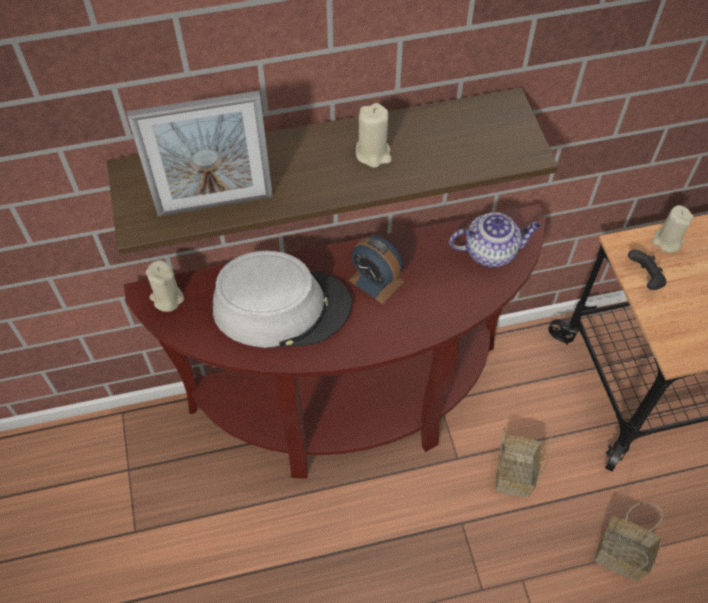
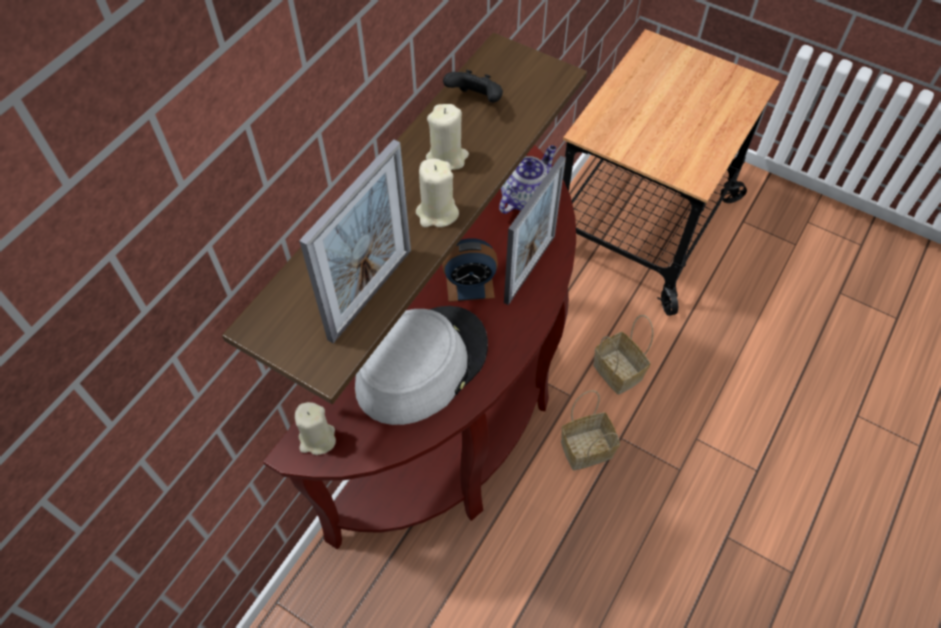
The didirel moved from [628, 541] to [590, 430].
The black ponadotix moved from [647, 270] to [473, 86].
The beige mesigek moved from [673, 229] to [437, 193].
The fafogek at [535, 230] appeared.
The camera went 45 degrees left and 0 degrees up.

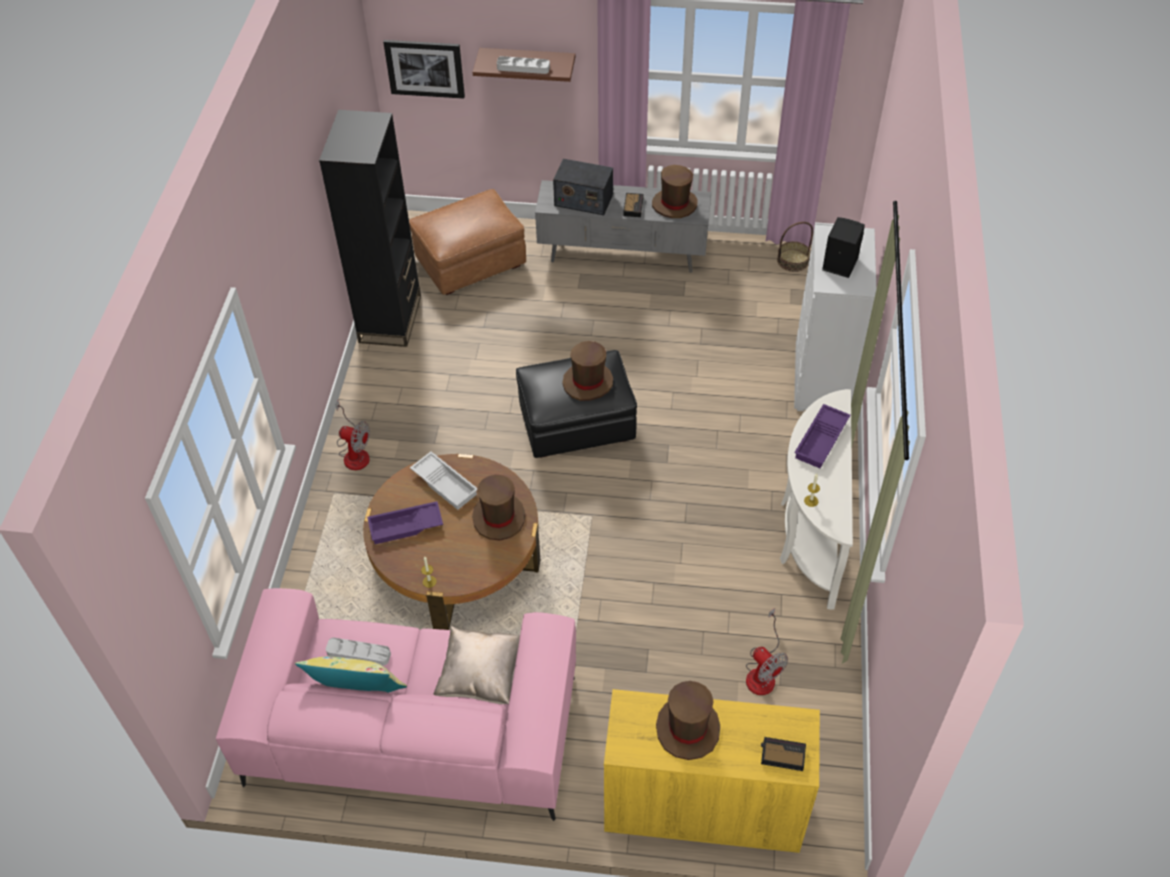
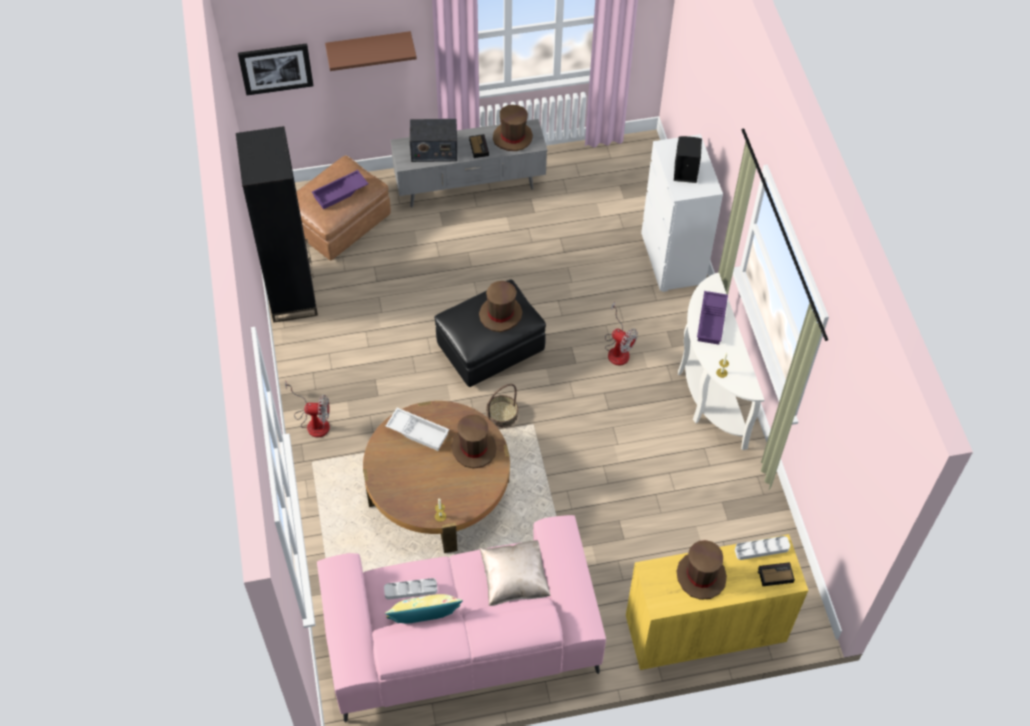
The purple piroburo moved from [405, 522] to [340, 189].
The grey piroburo moved from [523, 65] to [762, 548].
The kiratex moved from [767, 651] to [621, 334].
The didirel moved from [795, 247] to [502, 406].
The camera went 20 degrees left and 5 degrees up.

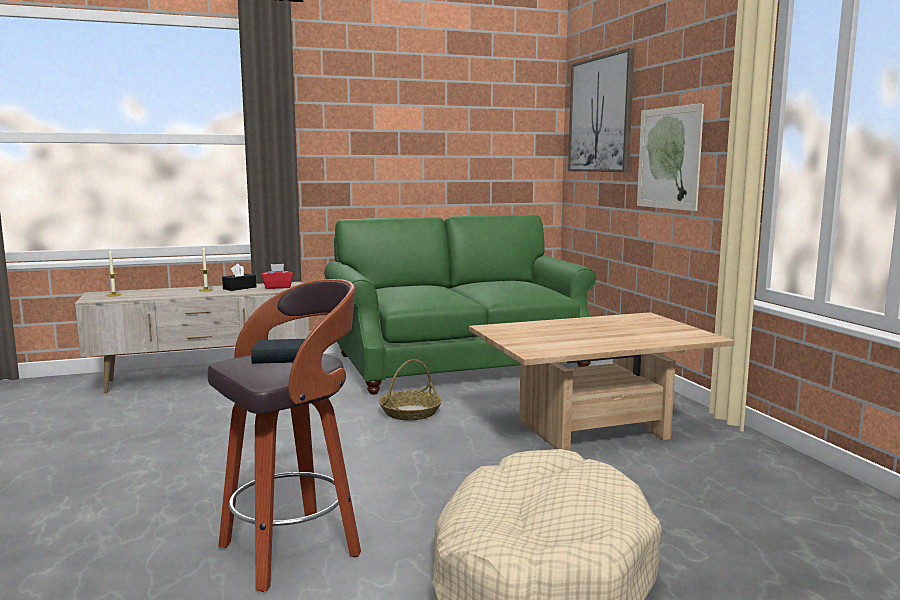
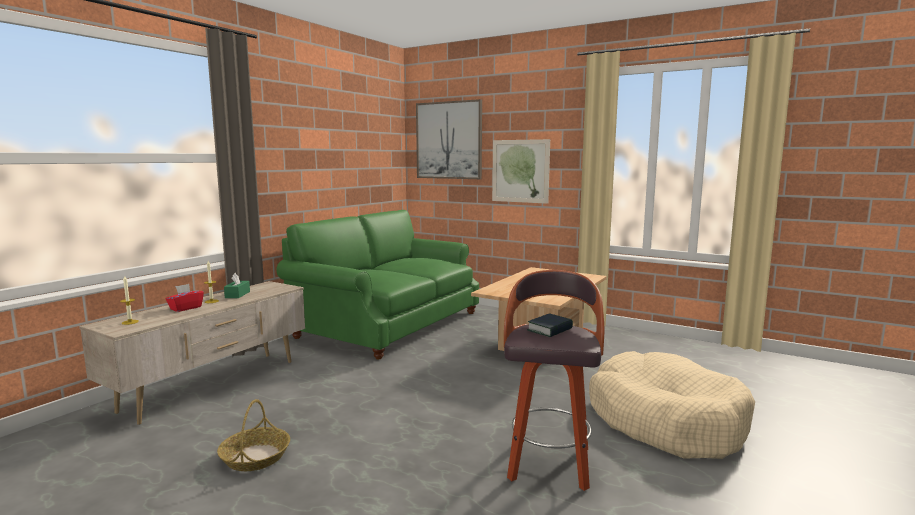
The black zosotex at [239, 277] became the green zosotex at [237, 285].
The red zosotex moved from [277, 276] to [185, 298].
The didirel moved from [410, 389] to [253, 435].
The camera went 40 degrees left and 0 degrees up.

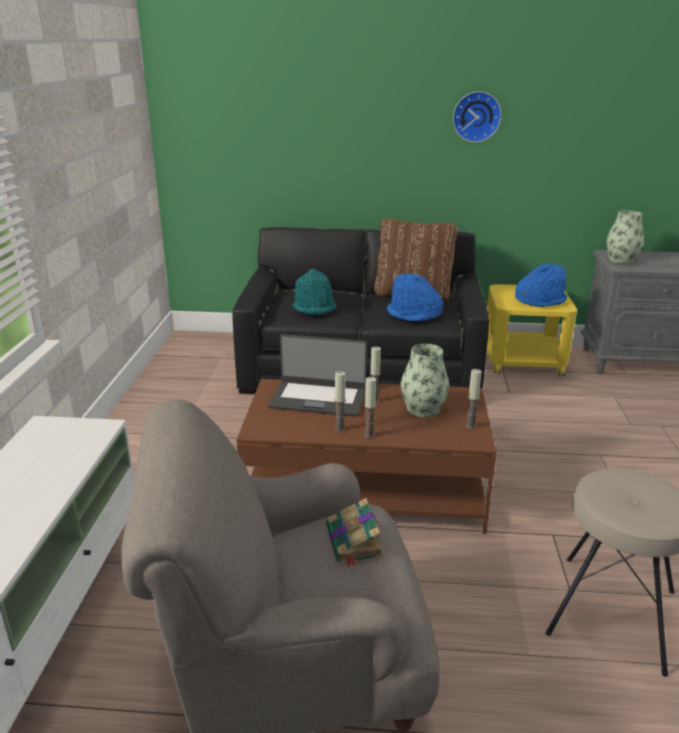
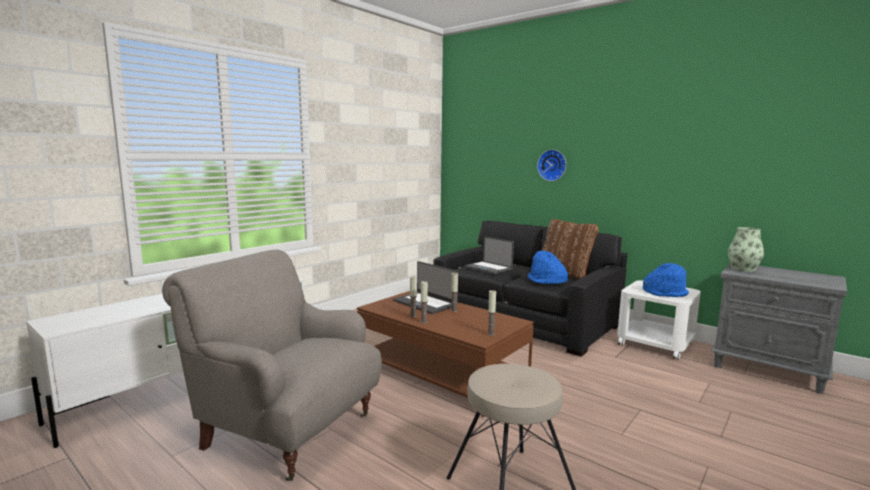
The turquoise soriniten at [314, 291] was replaced by the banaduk at [489, 255].
The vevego at [355, 532] disappeared.
The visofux at [425, 380] disappeared.
The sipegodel moved from [477, 116] to [551, 165].
The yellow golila at [532, 330] became the white golila at [659, 320].
The camera went 35 degrees right and 15 degrees down.

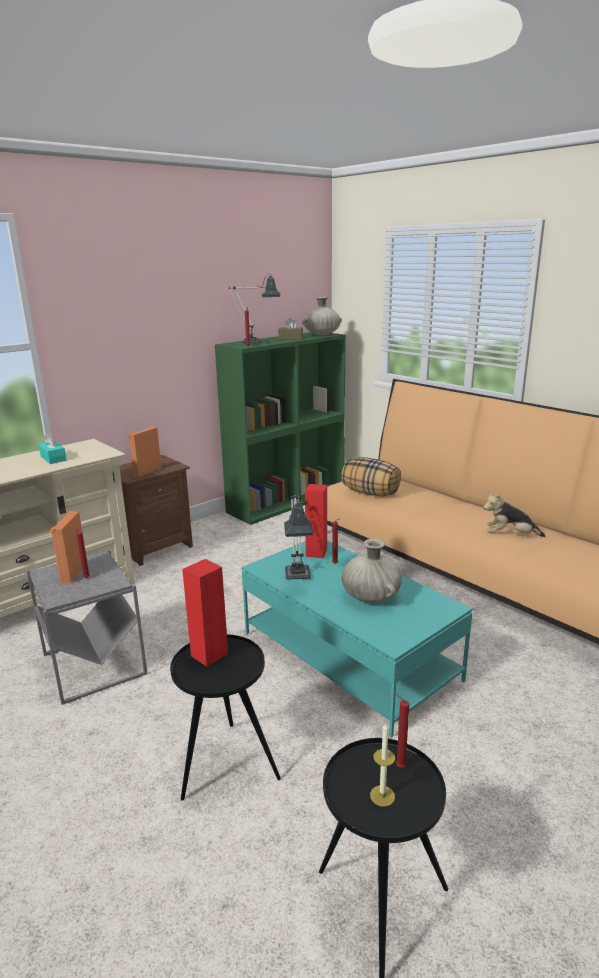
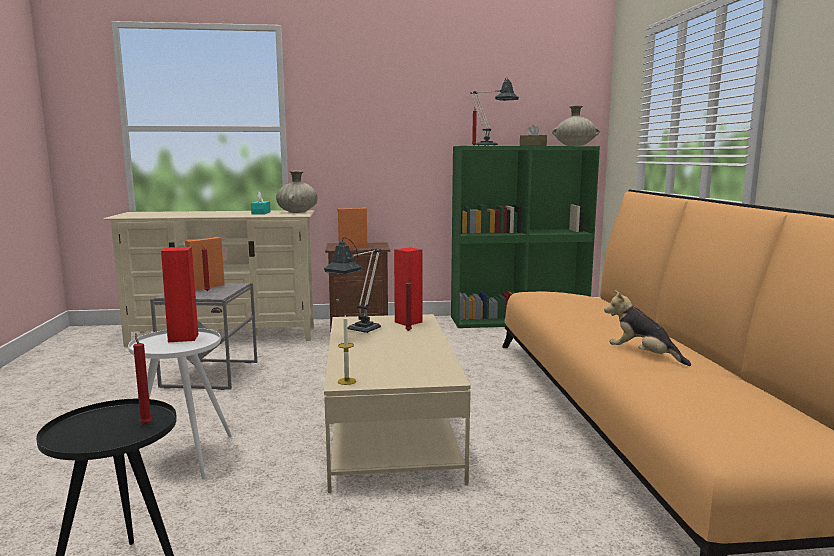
The black golila at [225, 717] became the white golila at [180, 403].
The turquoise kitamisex at [357, 639] became the beige kitamisex at [397, 403].
The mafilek at [371, 476] disappeared.
The beige visofux moved from [372, 571] to [297, 192].
The mesigek moved from [382, 765] to [347, 350].
The camera went 35 degrees right and 10 degrees down.

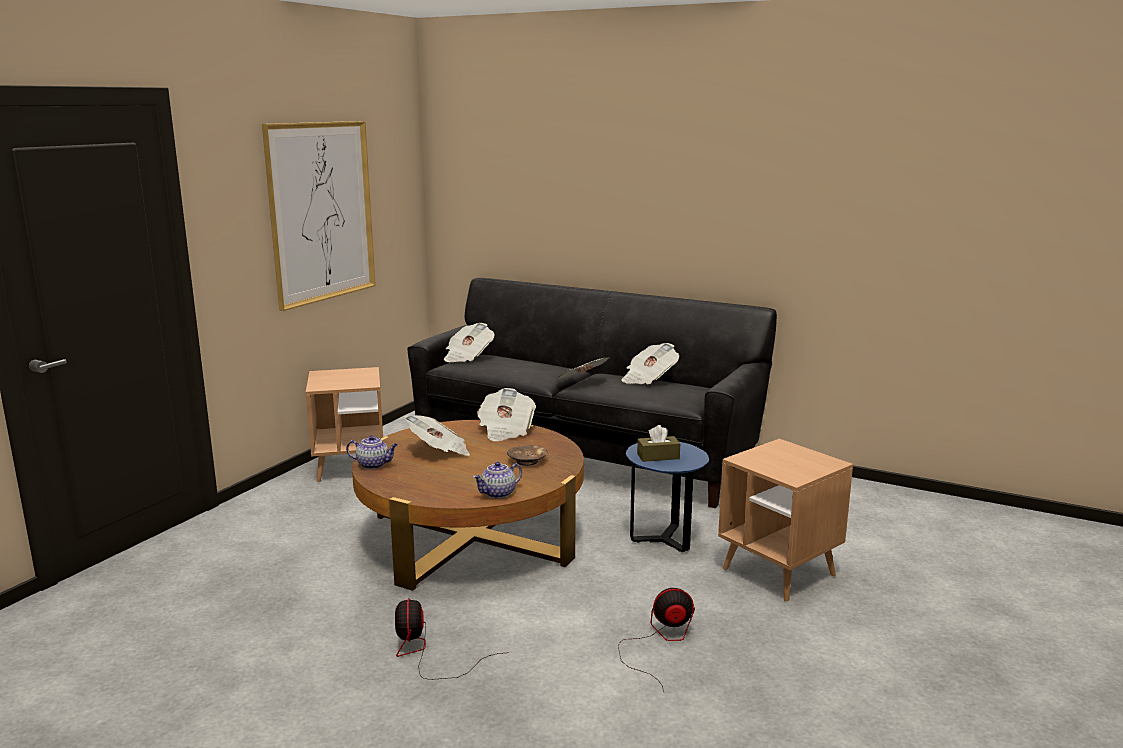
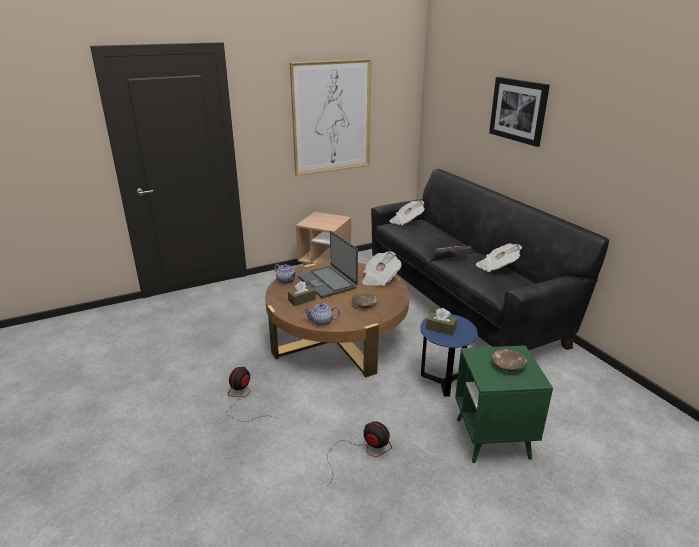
The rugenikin at [437, 435] was replaced by the banaduk at [328, 264].
The brown golila at [785, 520] became the green golila at [504, 404].
The brown zosotex at [302, 293] appeared.
The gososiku at [519, 112] appeared.
The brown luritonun at [509, 360] appeared.
The camera went 35 degrees right and 10 degrees up.

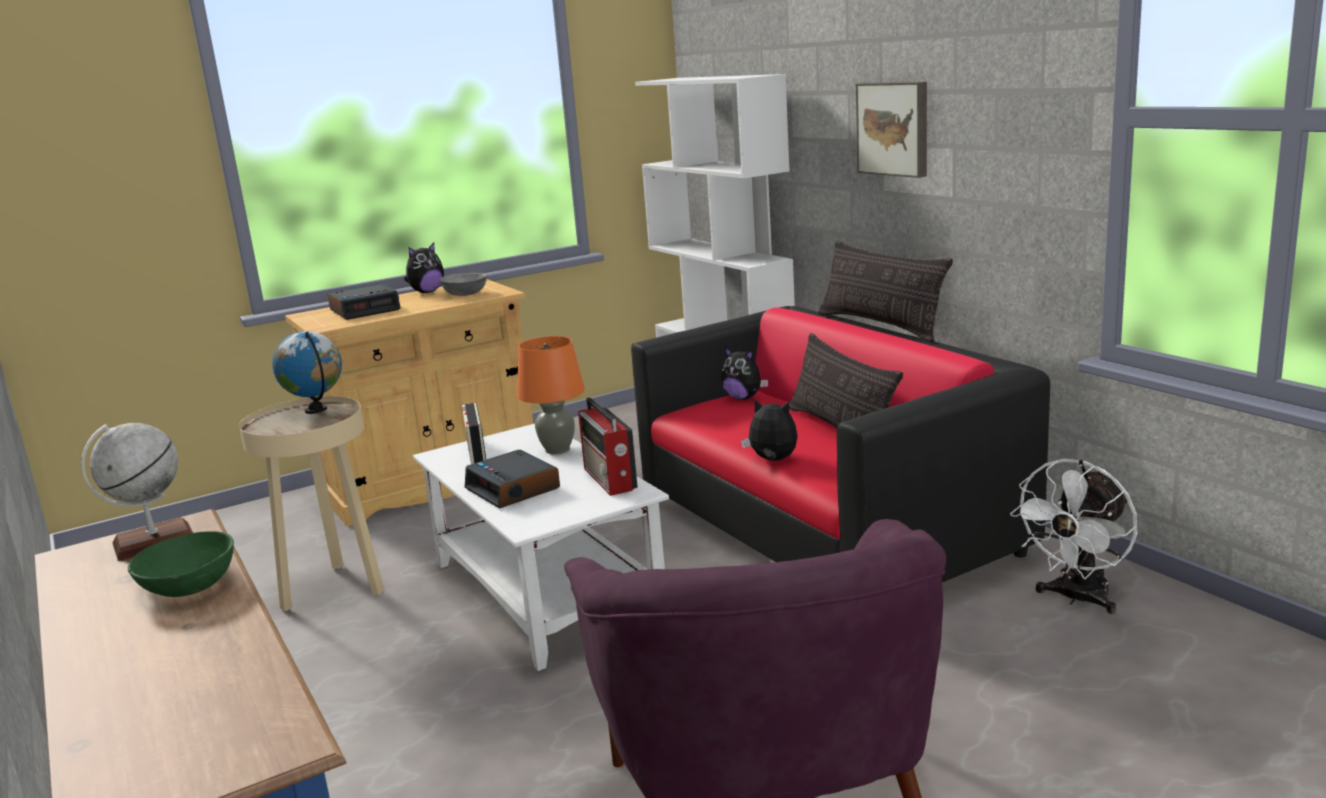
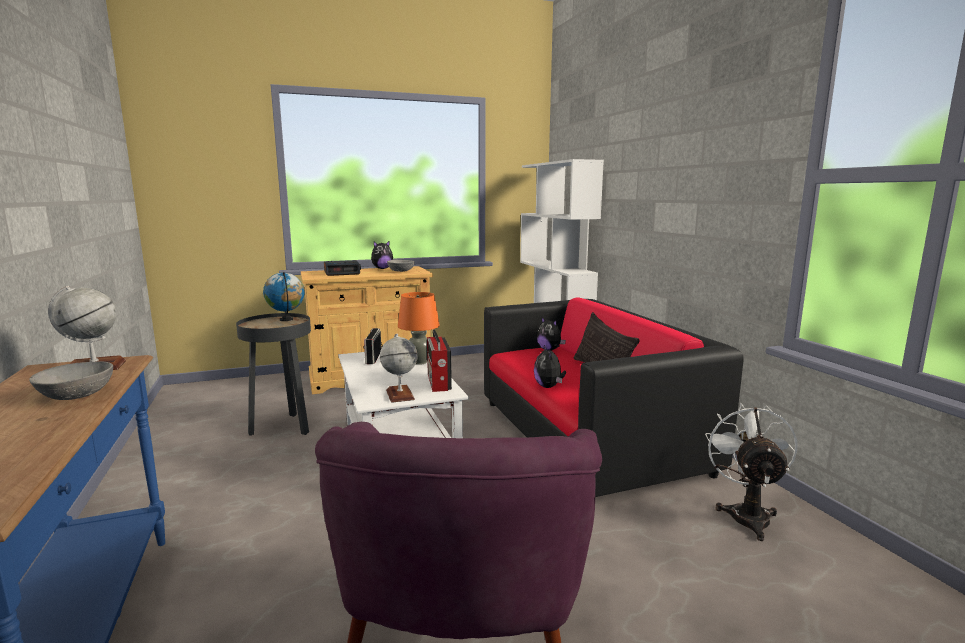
The green luritonun at [181, 564] became the grey luritonun at [71, 380].
The beige golila at [311, 503] became the black golila at [273, 374].
The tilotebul at [512, 479] disappeared.
The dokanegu at [769, 430] turned 135 degrees counterclockwise.
The mafilek at [885, 291] disappeared.
The gososiku at [891, 130] disappeared.
The white kiratex at [1073, 536] turned 135 degrees clockwise.
The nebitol at [399, 368] appeared.
The camera went 10 degrees right and 5 degrees down.

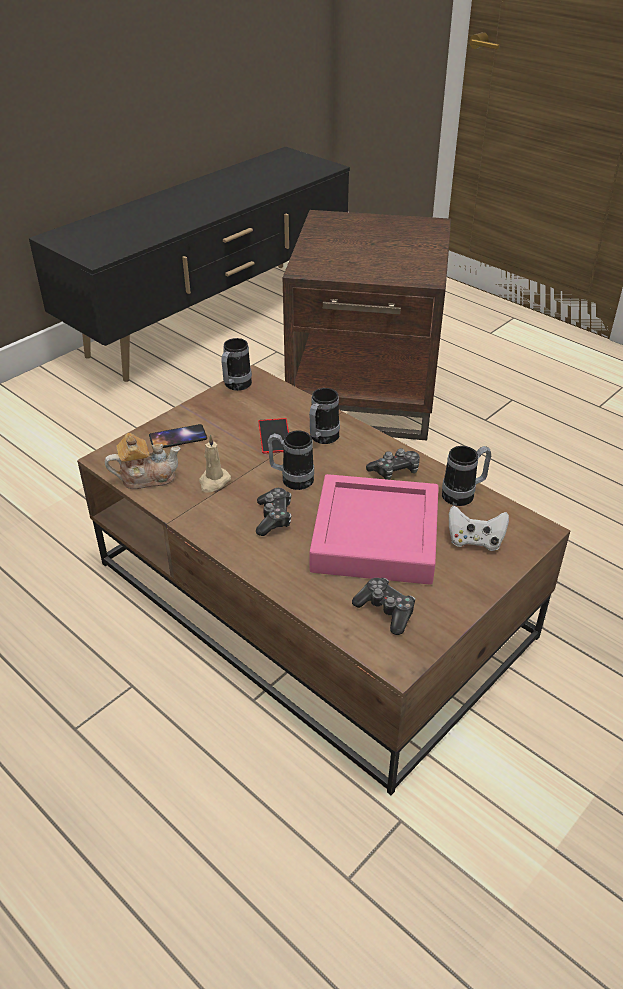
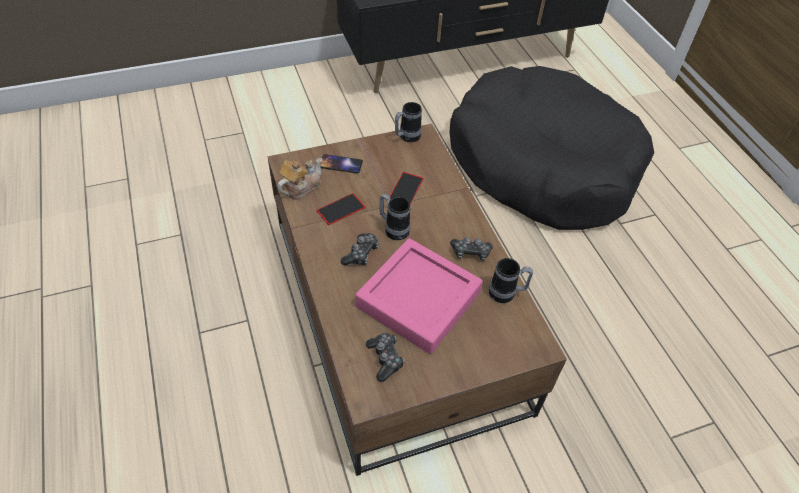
The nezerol at [143, 461] turned 60 degrees counterclockwise.
The beige mesigek at [215, 464] was replaced by the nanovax at [341, 209].
The brown golila at [367, 325] was replaced by the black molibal at [551, 148].
The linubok at [324, 416] disappeared.
The white ponadotix at [479, 528] disappeared.
The camera went 25 degrees right and 10 degrees up.

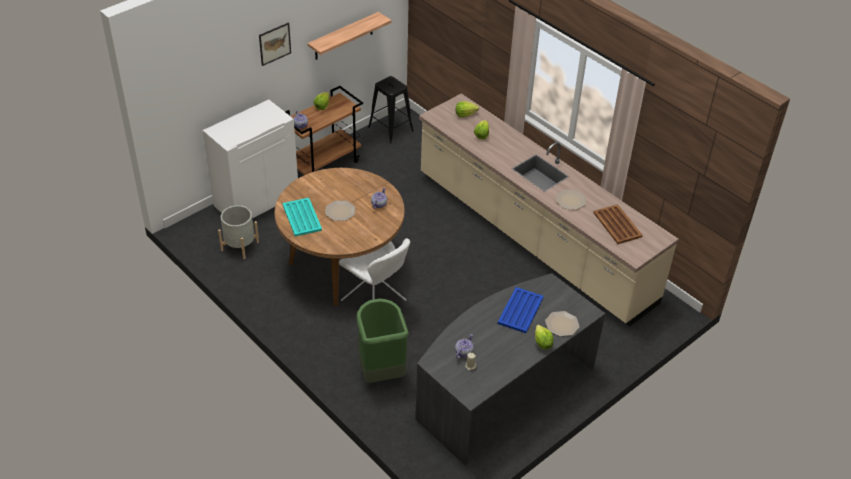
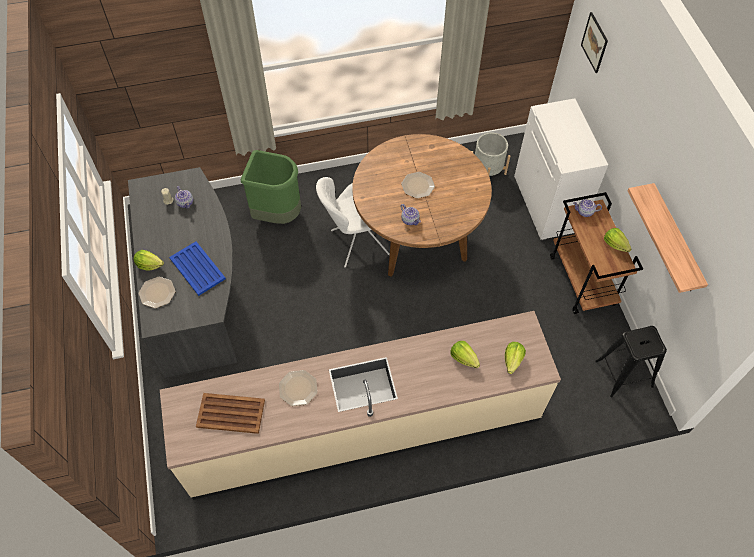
The gososiku moved from [275, 44] to [594, 42].
The turquoise piroburo at [302, 217] disappeared.
The camera went 120 degrees right and 15 degrees up.

